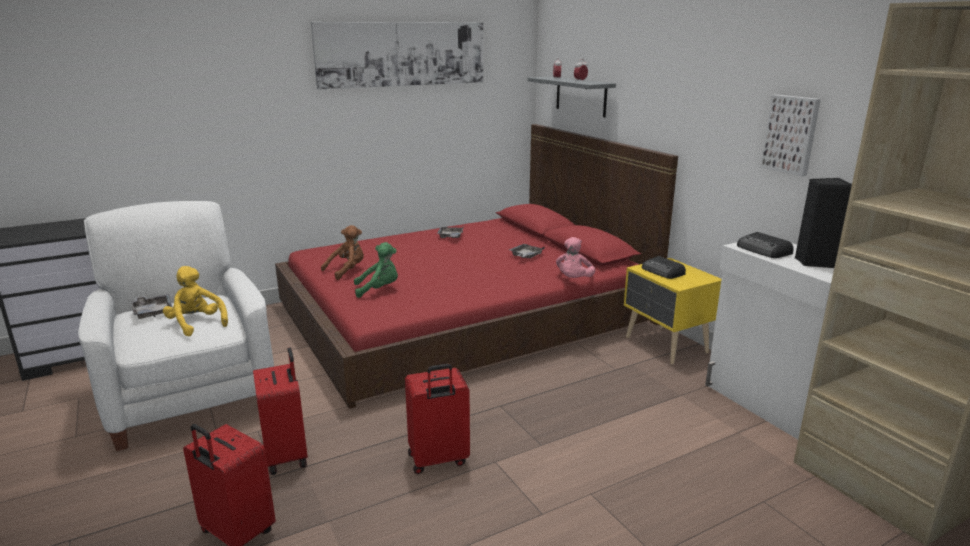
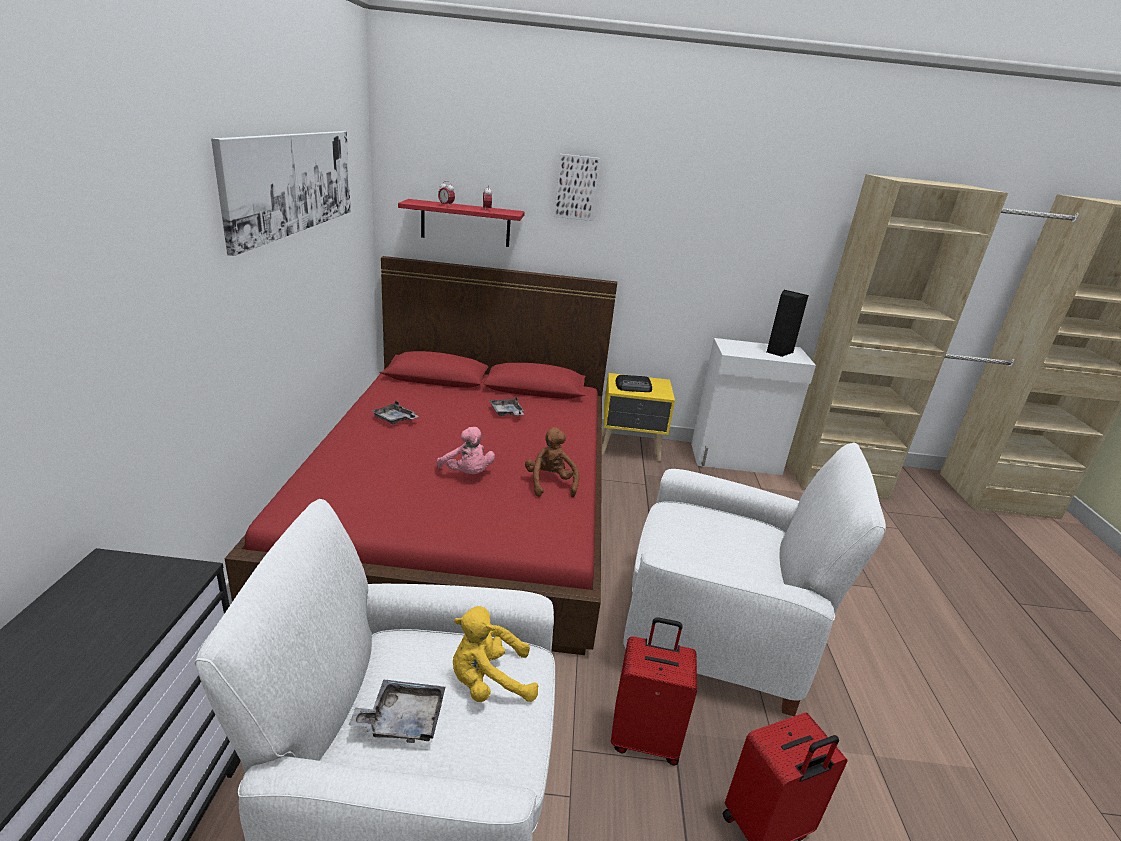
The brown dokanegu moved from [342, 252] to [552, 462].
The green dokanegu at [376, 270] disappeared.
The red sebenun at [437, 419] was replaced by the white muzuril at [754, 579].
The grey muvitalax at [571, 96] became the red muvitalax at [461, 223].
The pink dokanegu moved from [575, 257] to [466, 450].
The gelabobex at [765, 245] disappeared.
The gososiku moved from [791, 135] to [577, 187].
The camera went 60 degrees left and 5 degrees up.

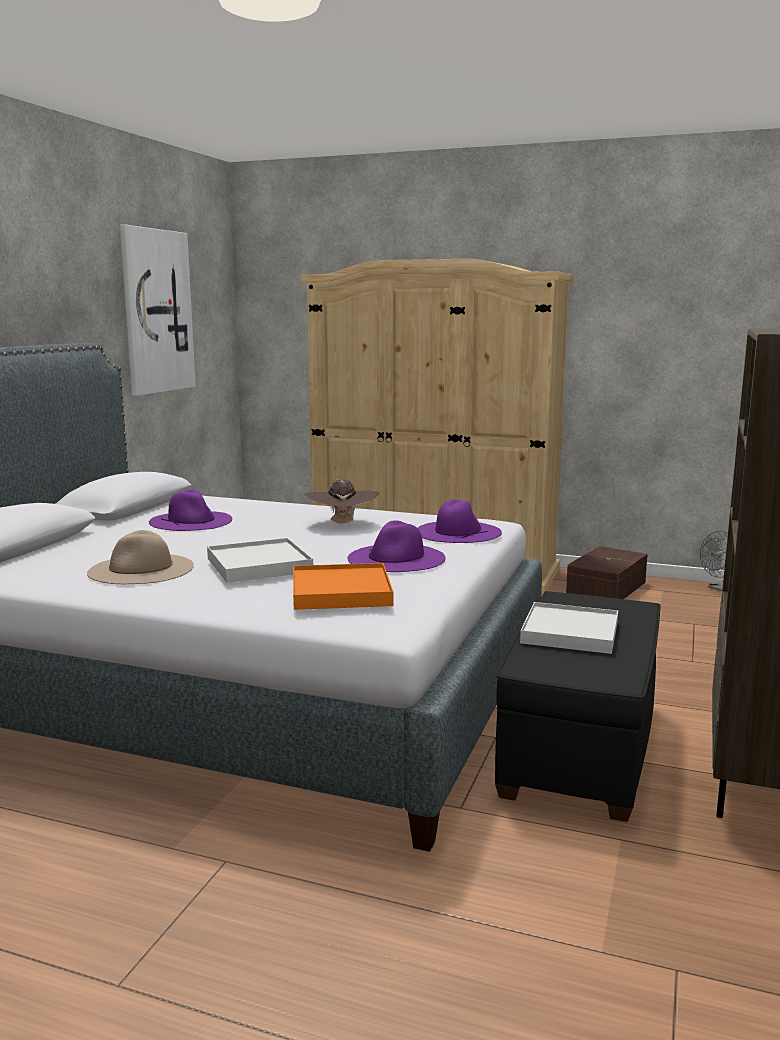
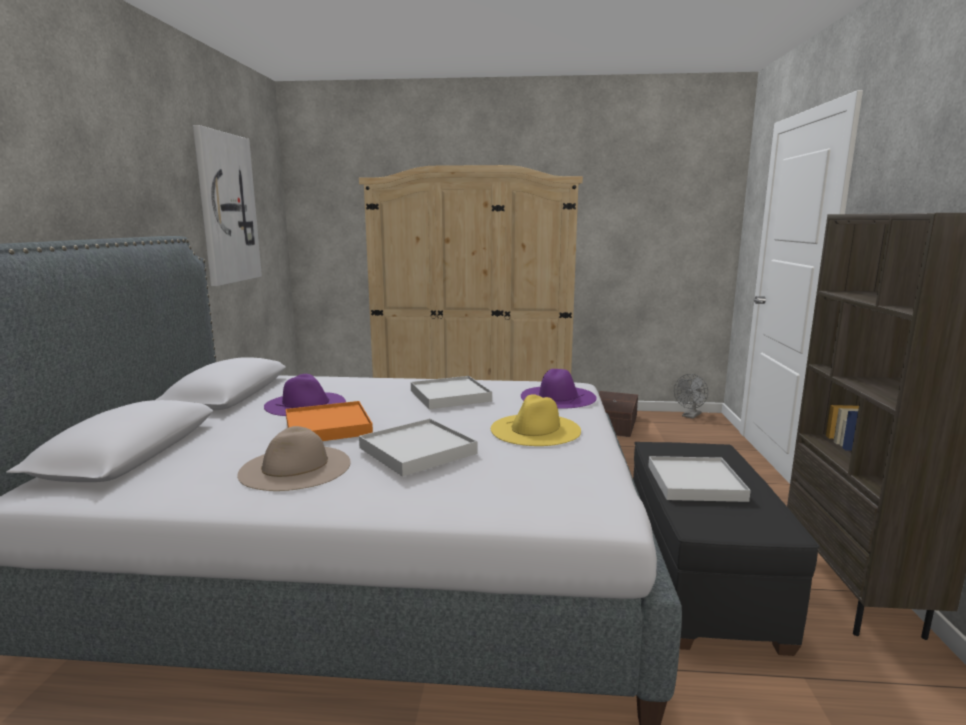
The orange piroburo moved from [343, 586] to [329, 421].
The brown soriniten at [341, 502] was replaced by the white piroburo at [451, 392].
The purple soriniten at [397, 546] became the yellow soriniten at [536, 420].
The camera went 15 degrees left and 0 degrees up.

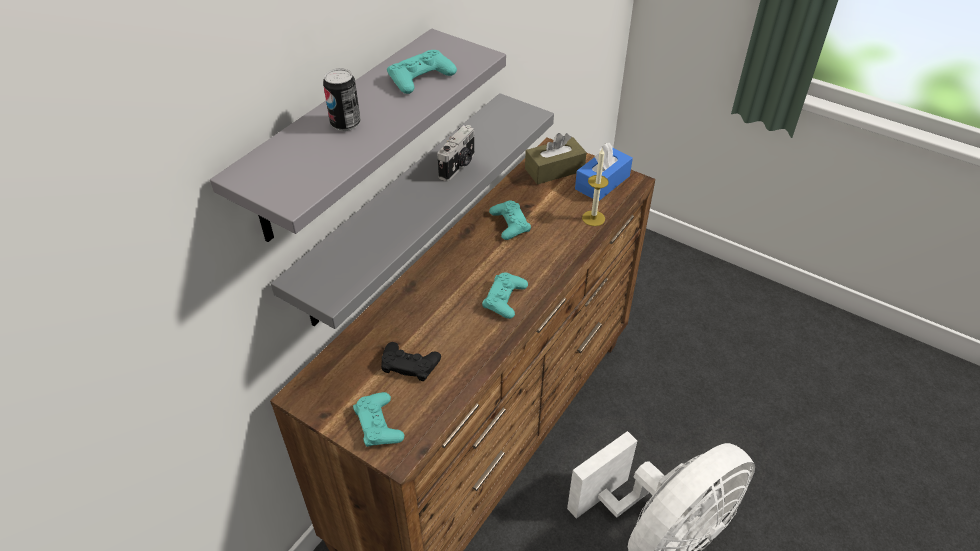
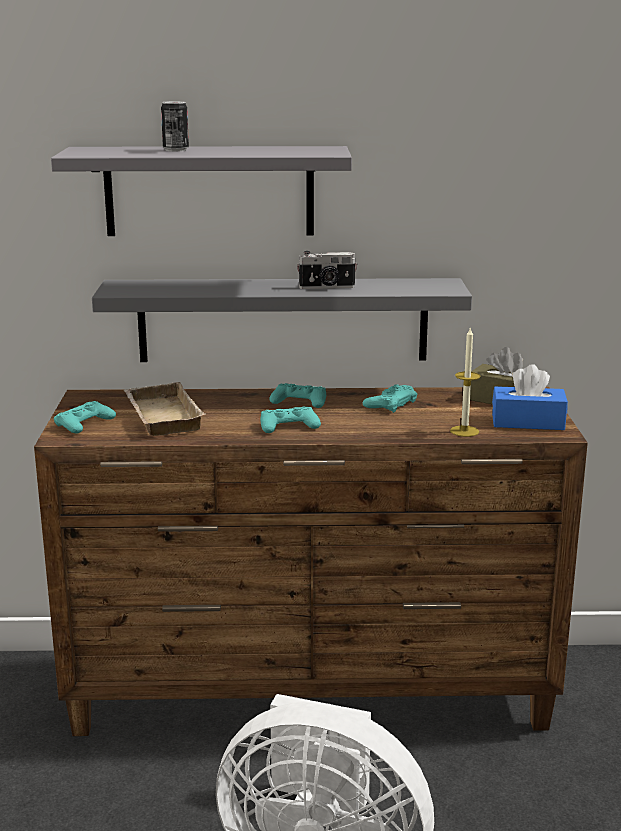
The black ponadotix at [411, 361] was replaced by the beige piroburo at [165, 409].
The turquoise ponadotix moved from [422, 72] to [297, 395].
The camera went 55 degrees right and 25 degrees down.

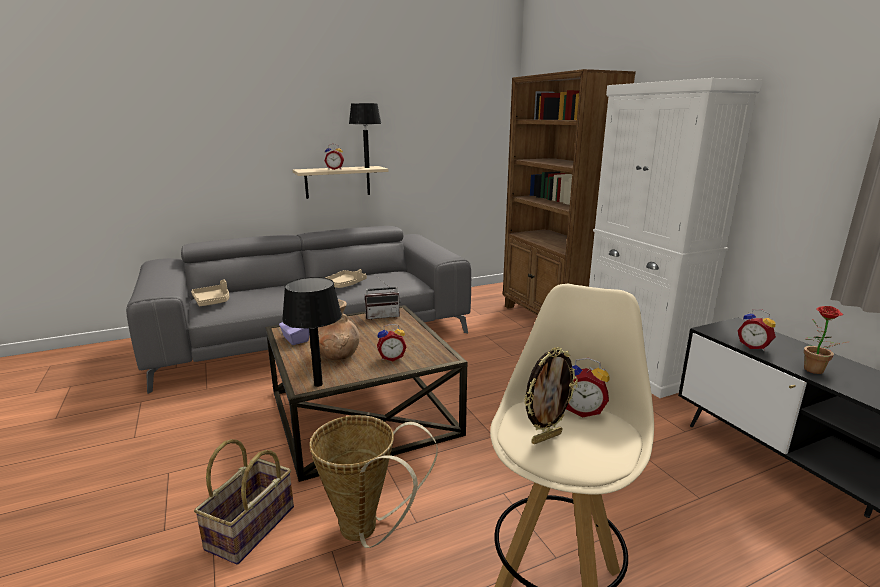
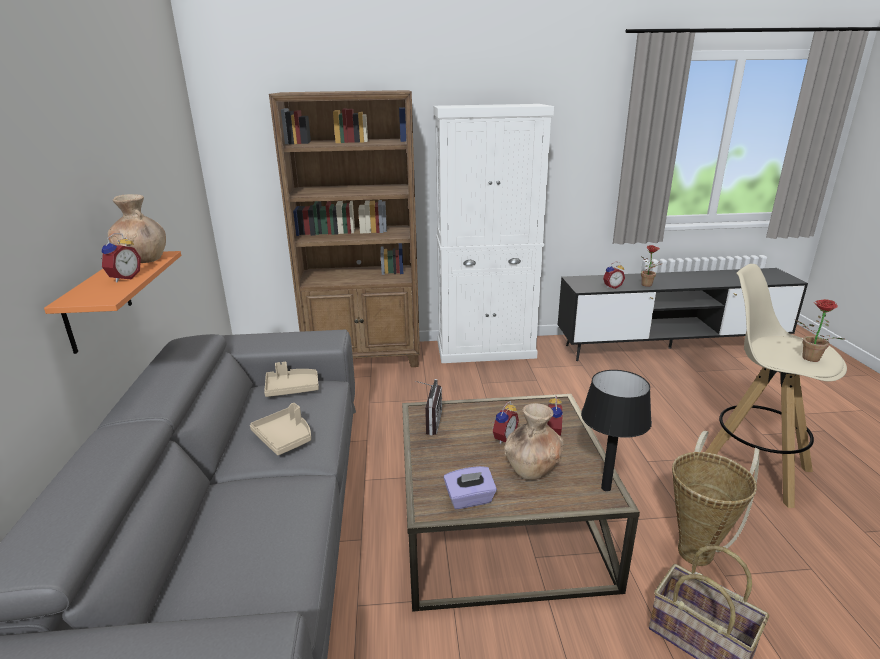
The beige piroburo moved from [210, 292] to [291, 379].
The beige muvitalax at [341, 182] became the orange muvitalax at [112, 302].
The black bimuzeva at [365, 135] was replaced by the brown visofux at [137, 228].
The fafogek at [551, 395] was replaced by the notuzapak at [819, 330].
The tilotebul moved from [588, 388] to [505, 422].
The camera went 70 degrees left and 5 degrees up.

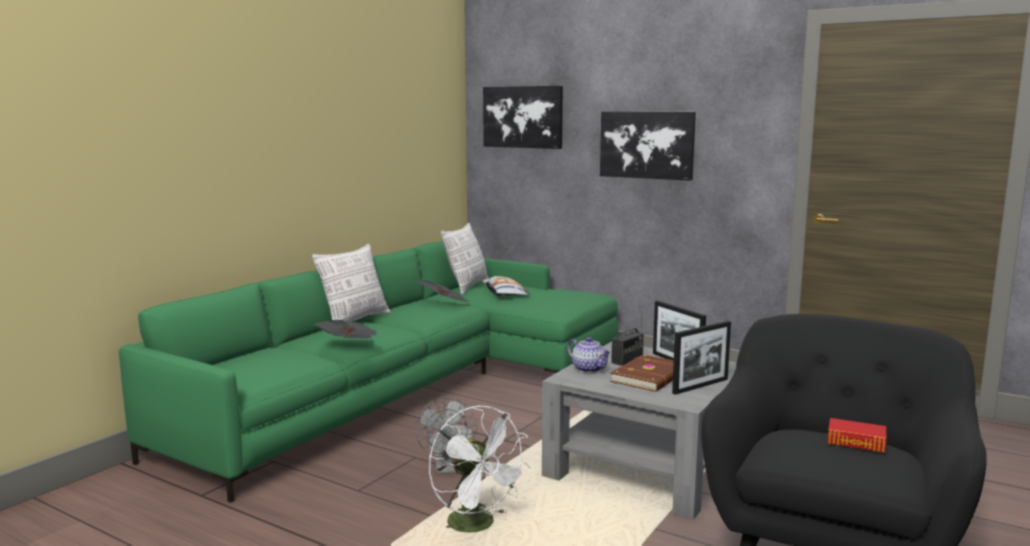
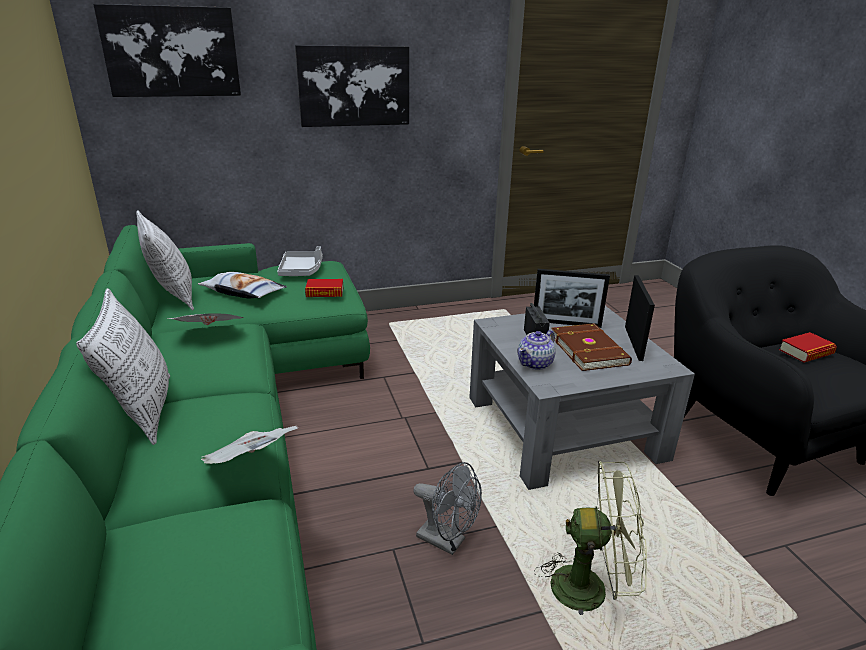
The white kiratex at [480, 474] became the green kiratex at [590, 546].
The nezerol at [590, 355] turned 135 degrees clockwise.
The grey piroburo at [300, 261] appeared.
The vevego at [324, 288] appeared.
The camera went 50 degrees left and 15 degrees up.

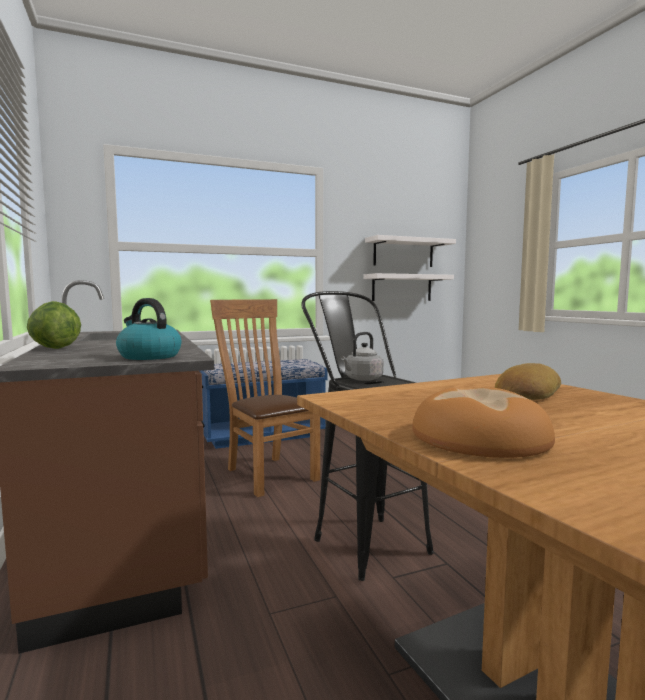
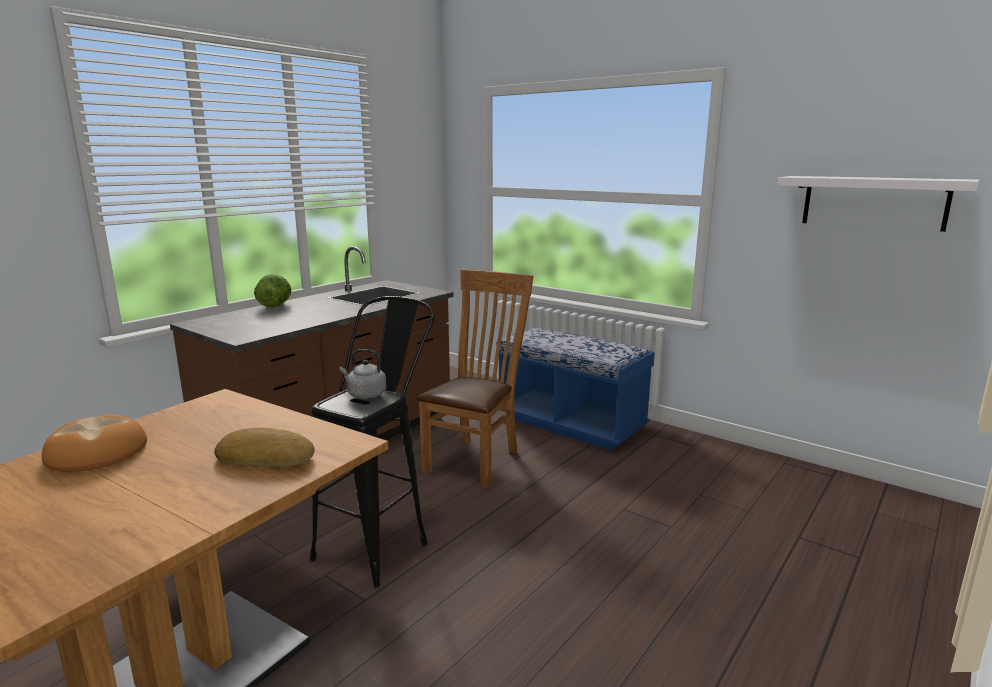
The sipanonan at [149, 329] disappeared.
The white muvitalax at [409, 287] disappeared.
The camera went 60 degrees right and 10 degrees up.

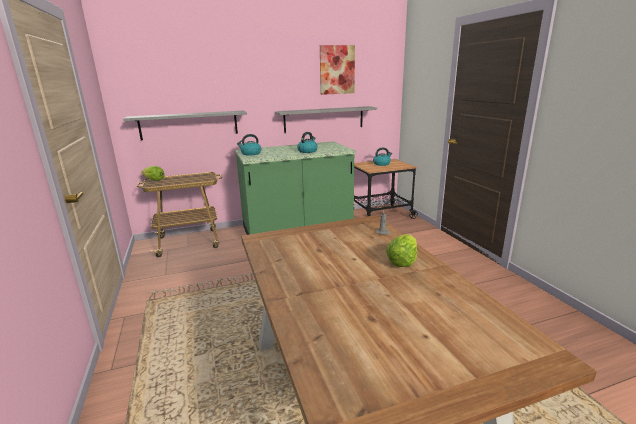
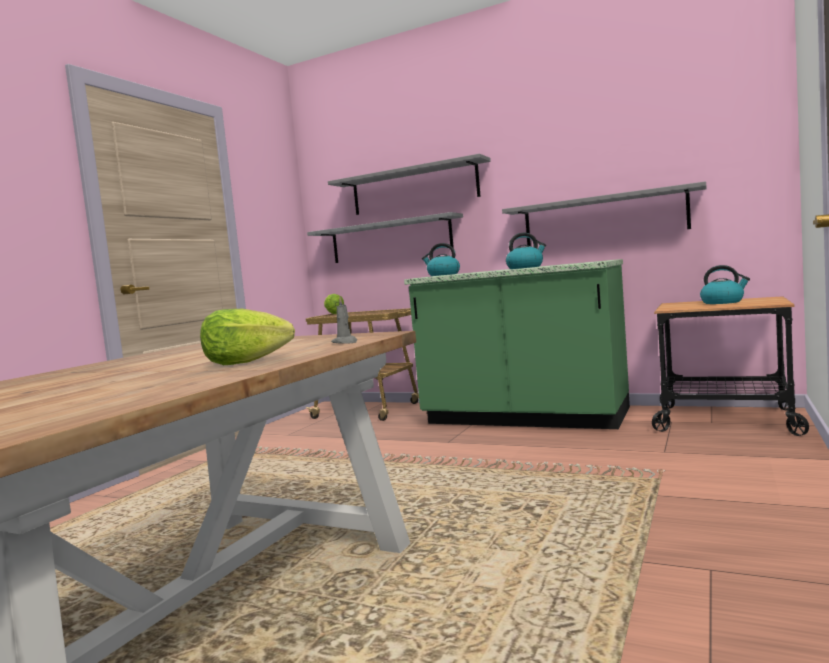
The gososiku at [337, 70] disappeared.
The grey muvitalax at [409, 184] appeared.
The camera went 45 degrees right and 15 degrees down.

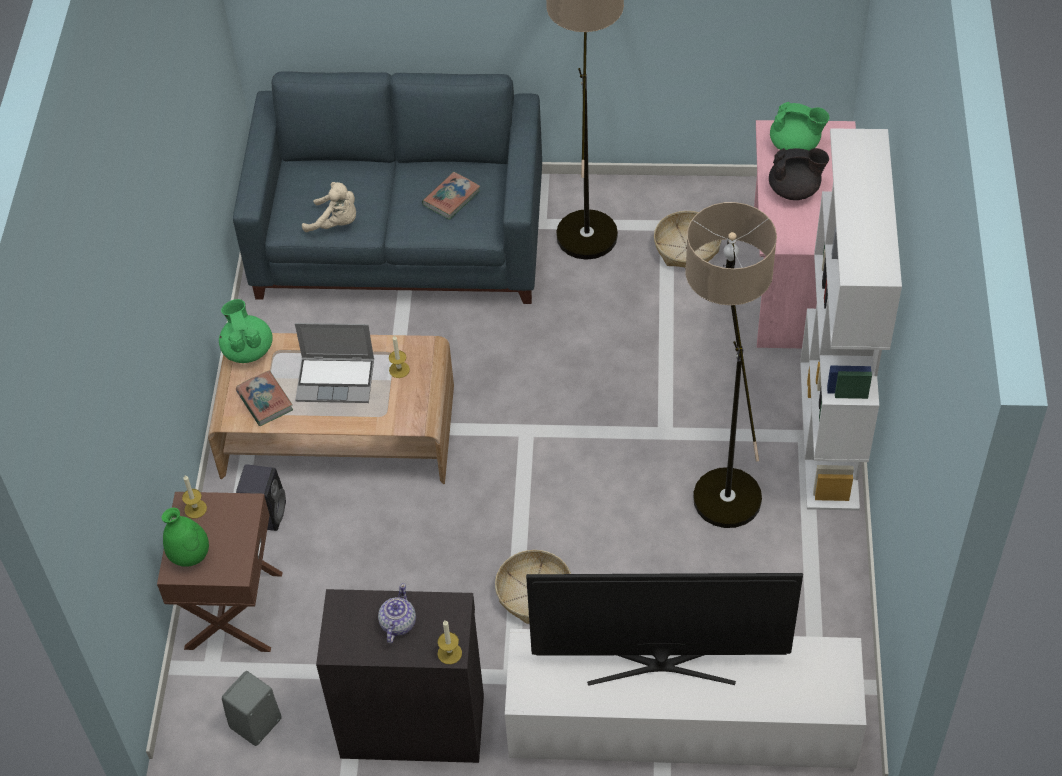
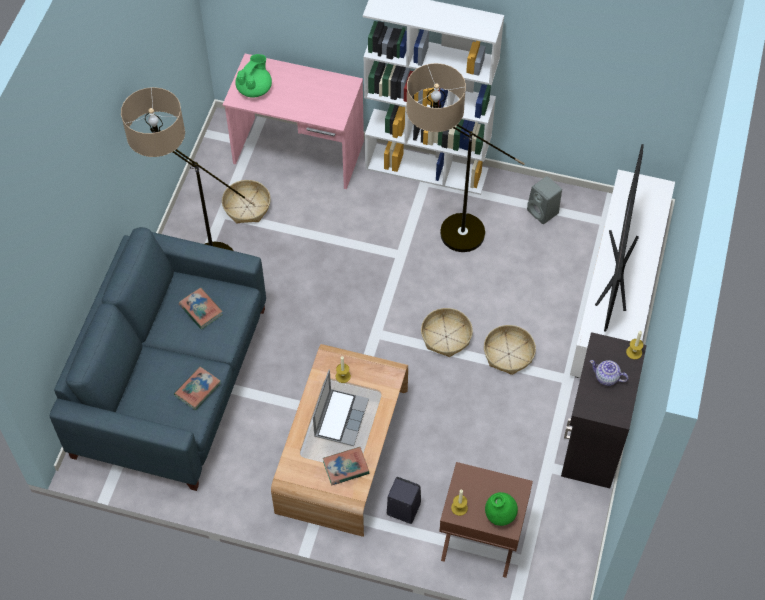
The green nezerol at [246, 331] disappeared.
The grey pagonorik moved from [252, 708] to [544, 200].
The beige dokanegu at [329, 207] was replaced by the vevego at [197, 388].
The black nezerol at [799, 174] disappeared.
The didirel at [447, 332] appeared.
The camera went 80 degrees left and 5 degrees up.

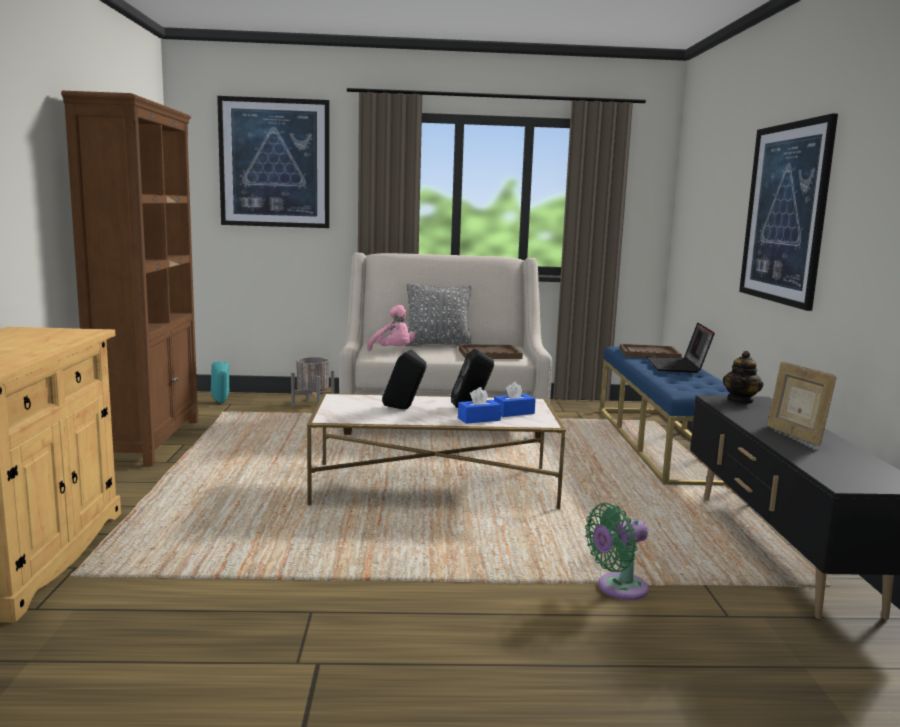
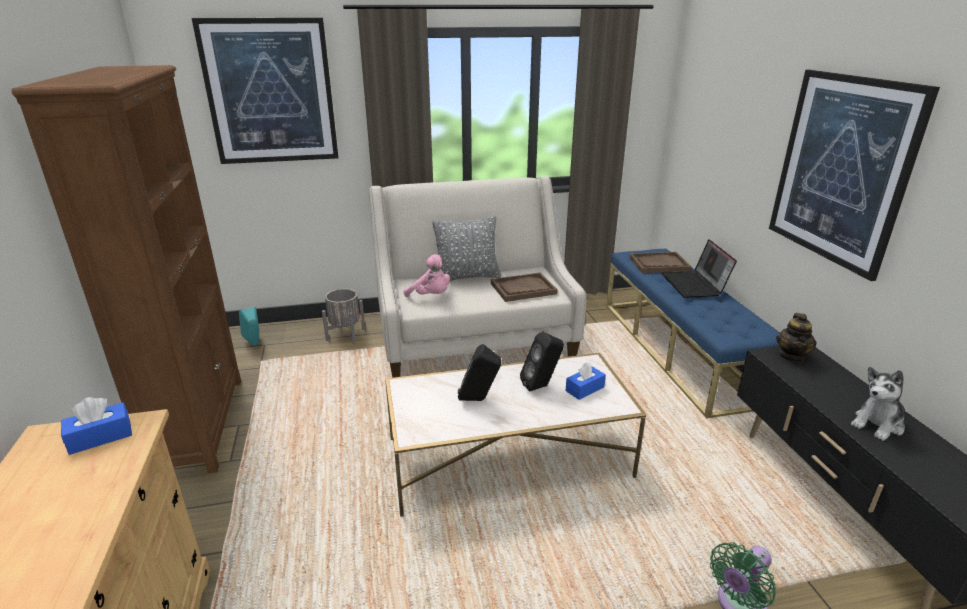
The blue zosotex moved from [479, 405] to [96, 426].
The fafogek at [802, 404] was replaced by the dokanegu at [878, 404].
The camera went 10 degrees left and 15 degrees up.

